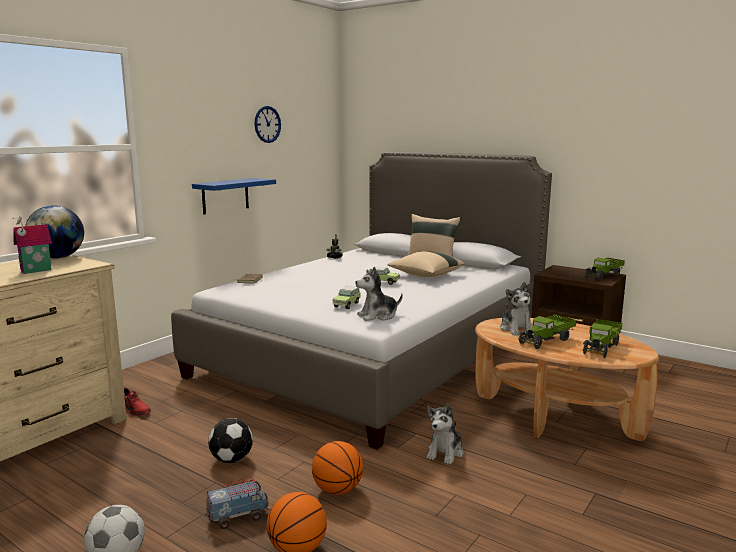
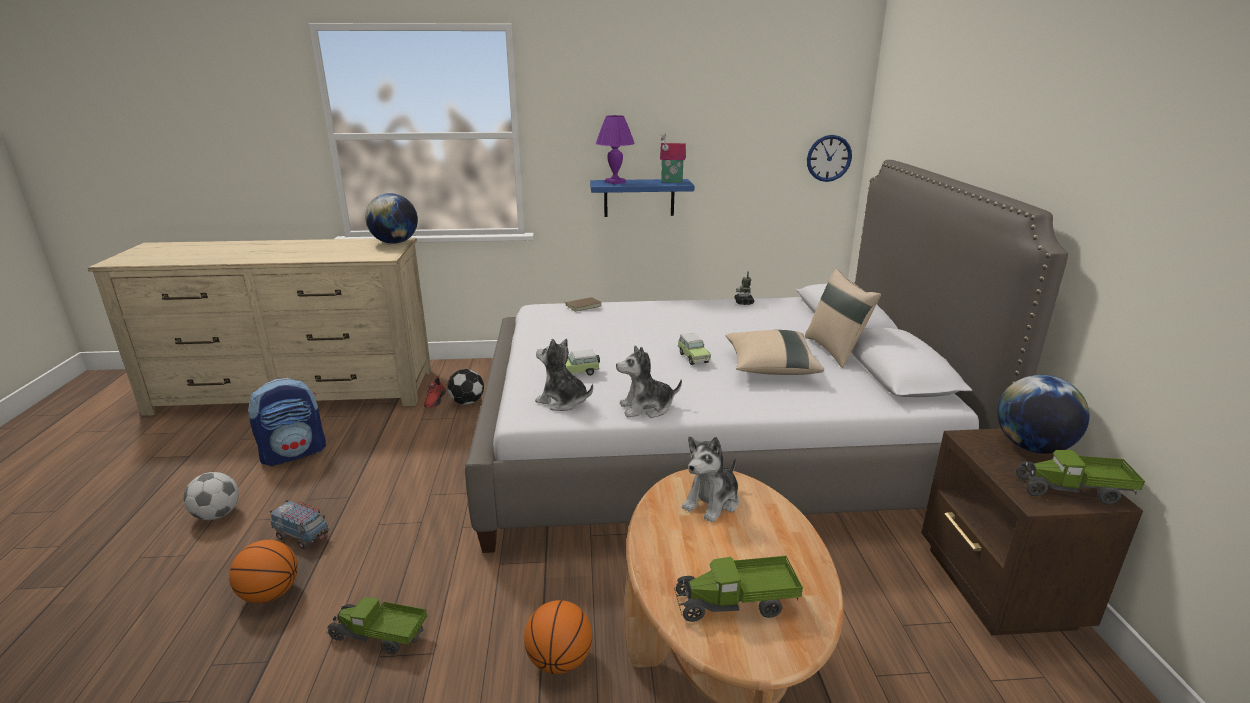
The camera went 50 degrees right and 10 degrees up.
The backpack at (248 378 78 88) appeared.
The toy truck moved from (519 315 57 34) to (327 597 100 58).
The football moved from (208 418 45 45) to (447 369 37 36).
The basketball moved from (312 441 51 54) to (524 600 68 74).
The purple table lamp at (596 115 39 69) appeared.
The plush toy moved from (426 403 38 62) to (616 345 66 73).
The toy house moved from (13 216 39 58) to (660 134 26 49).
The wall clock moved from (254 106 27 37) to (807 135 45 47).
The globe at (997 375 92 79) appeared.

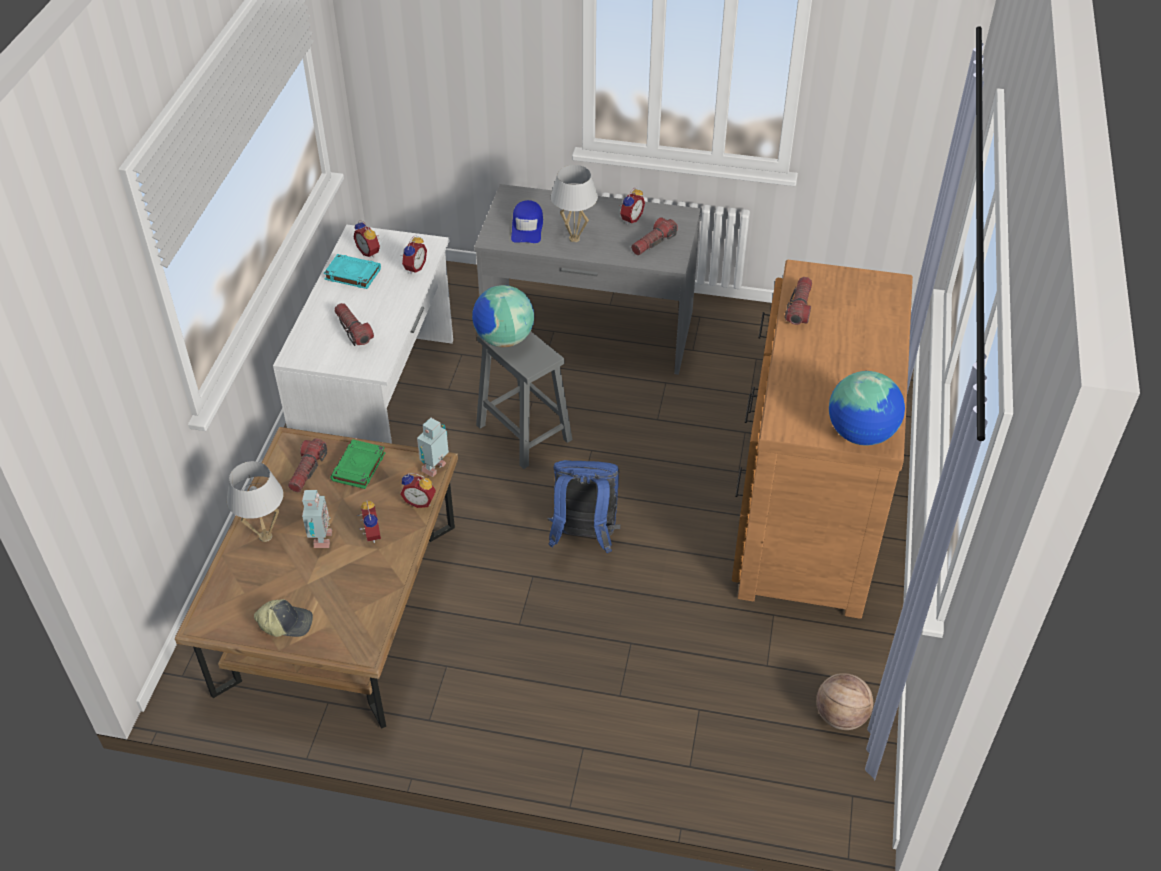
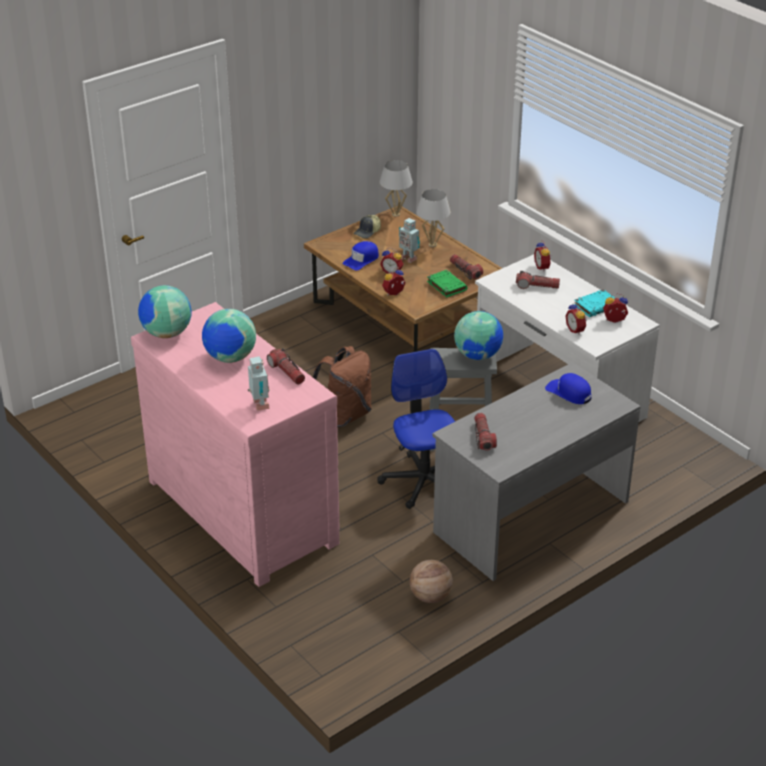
The camera went 130 degrees right and 10 degrees down.
The brown dresser at (732 259 181 360) became the pink dresser at (131 302 208 285).
The globe at (202 309 54 54) appeared.
The toy robot moved from (417 418 32 59) to (248 356 22 55).
The blue backpack at (547 460 74 93) became the brown backpack at (313 346 59 81).
The blue cap at (343 241 36 29) appeared.
The office chair at (377 349 78 160) appeared.
The white table lamp moved from (551 165 47 77) to (379 160 34 57).
The basketball moved from (816 673 57 57) to (410 560 43 43).
The alarm clock moved from (620 187 25 38) to (534 240 18 32).

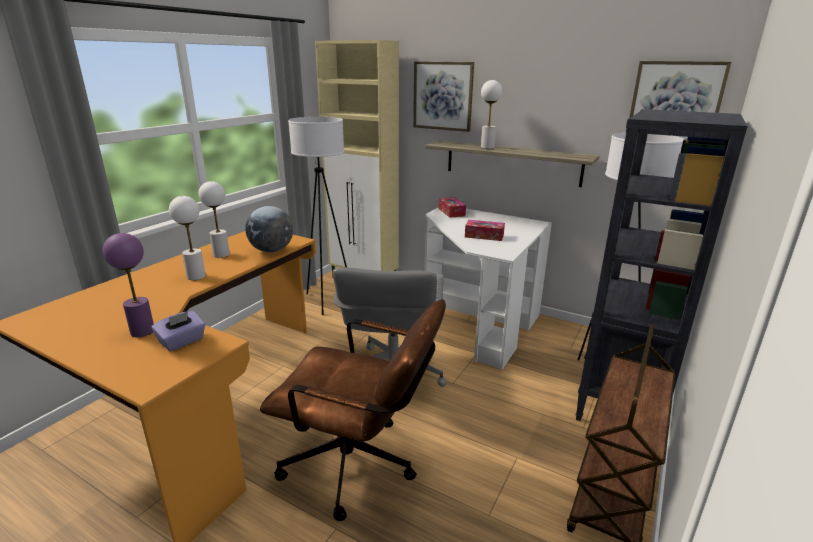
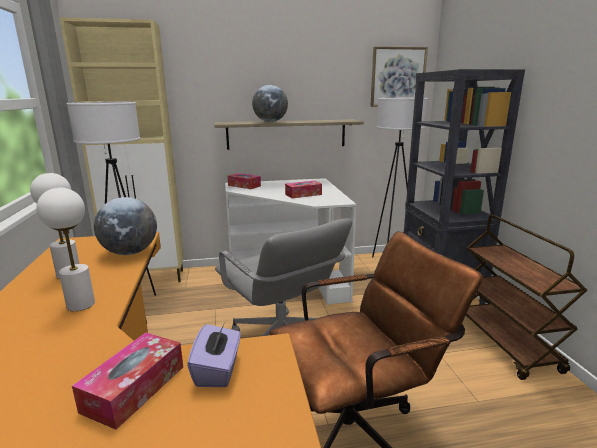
The camera went 40 degrees left and 5 degrees down.
The purple table lamp at (103 233 51 104) was replaced by the tissue box at (72 333 111 97).
The white table lamp at (481 80 21 69) was replaced by the globe at (252 85 36 37).
The picture at (413 61 61 71) disappeared.

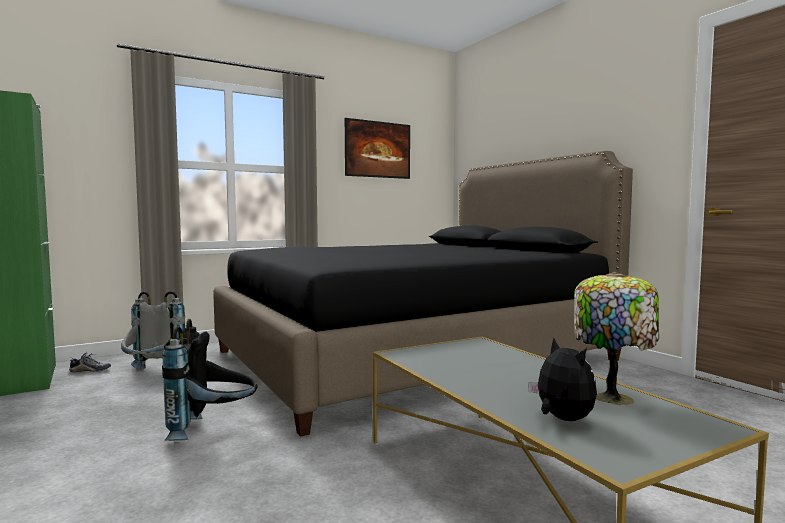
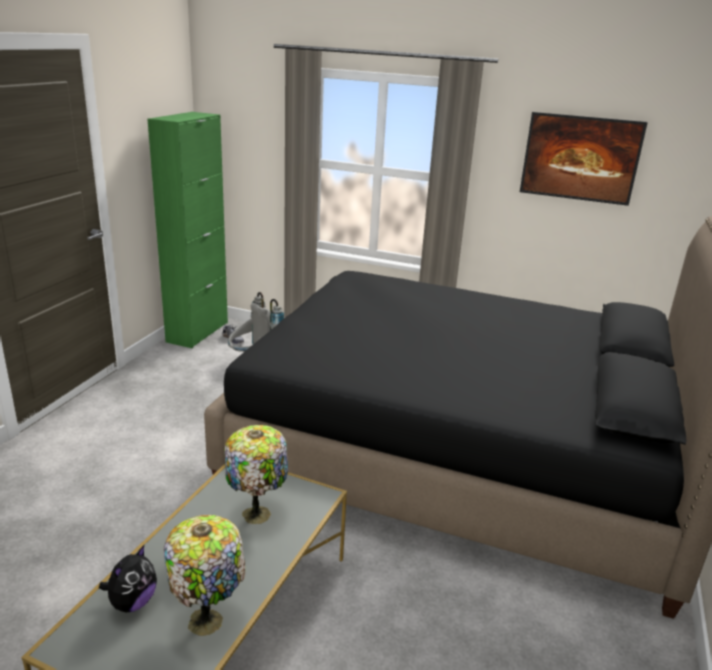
The camera went 50 degrees right and 20 degrees up.
The table lamp at (225 425 63 99) appeared.
The black backpack at (162 319 96 122) disappeared.

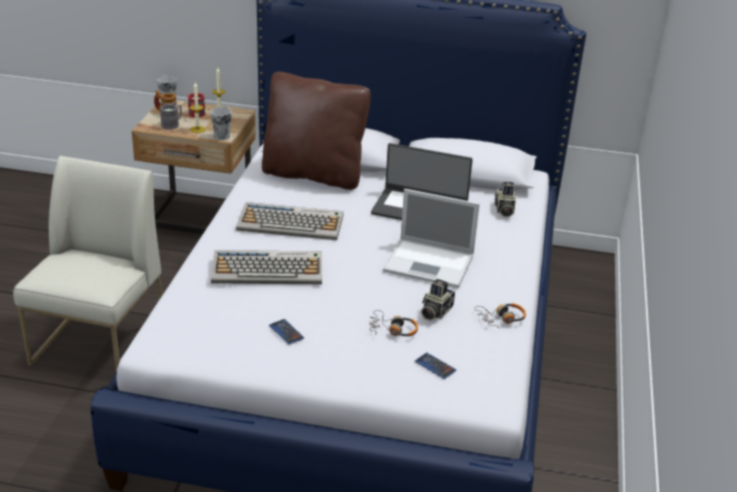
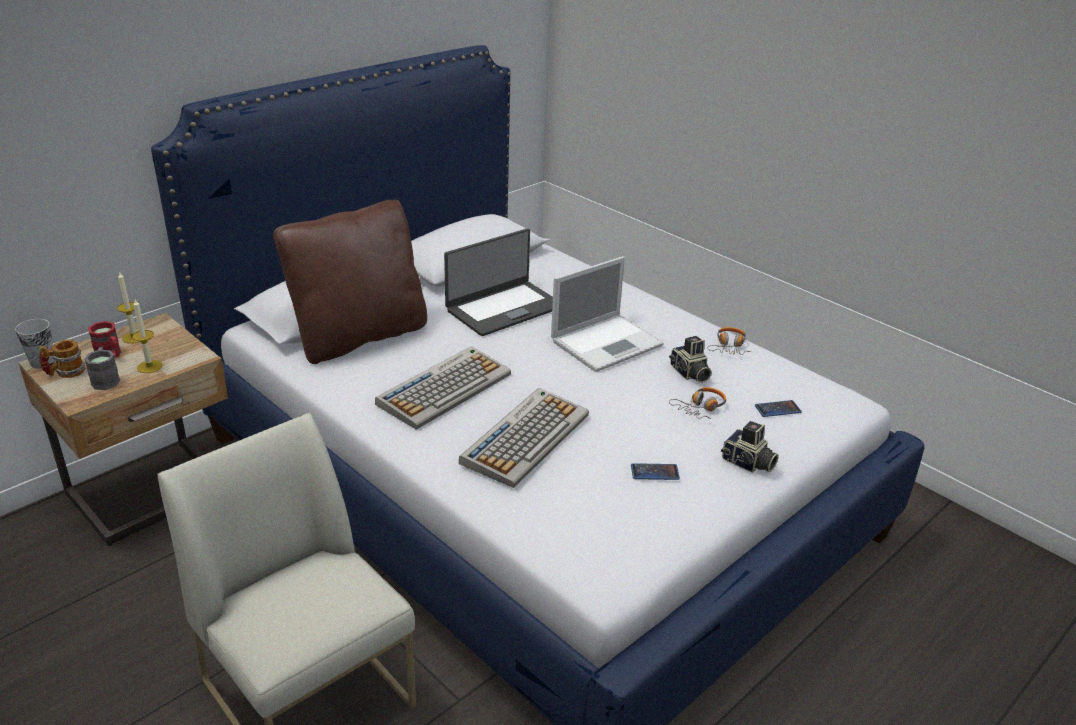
The camera went 55 degrees left and 0 degrees up.
The photo camera moved from (495 182 21 35) to (721 421 58 52).
The cup at (211 107 21 33) disappeared.

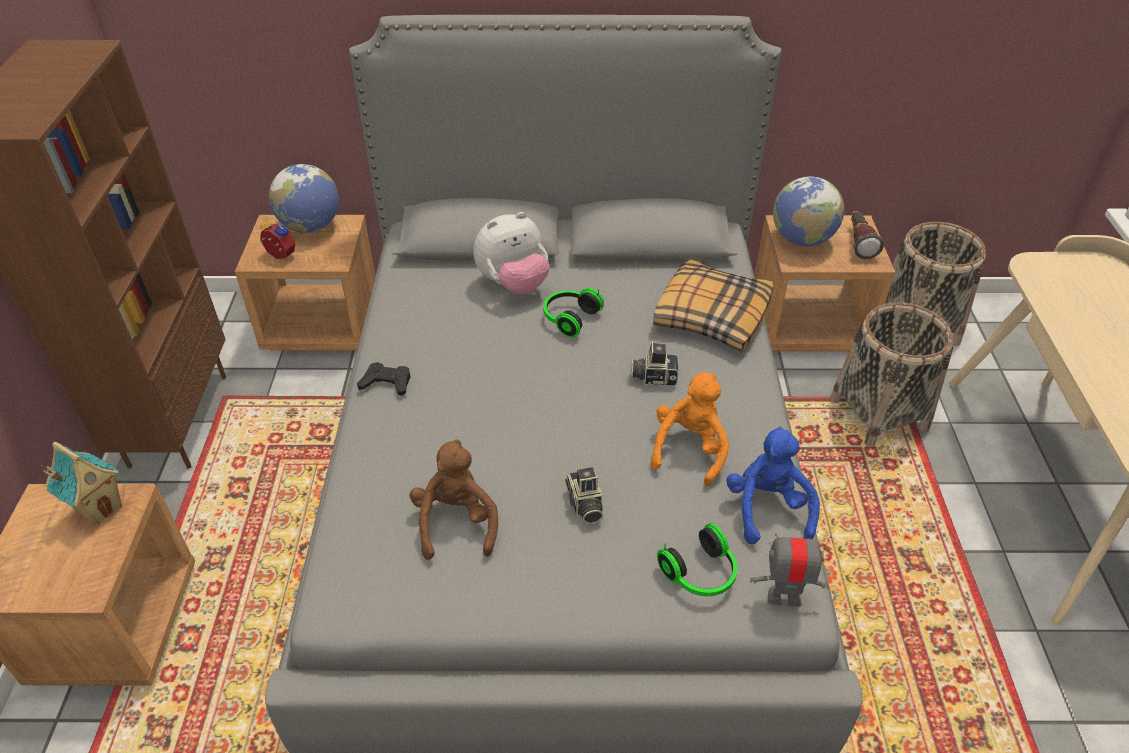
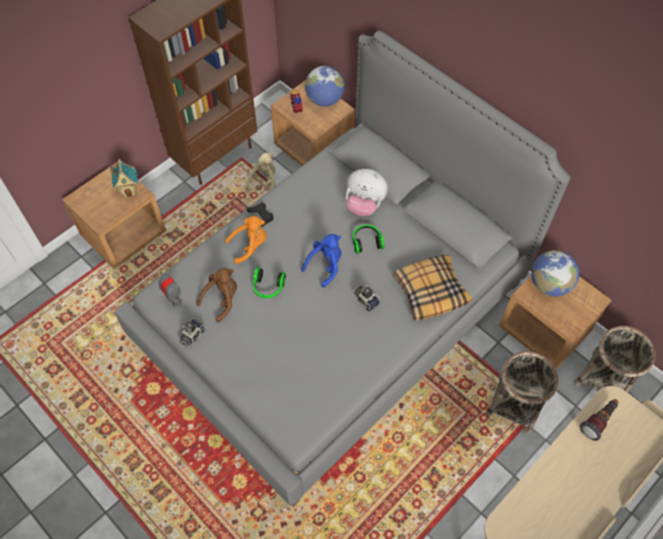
The camera went 45 degrees right and 15 degrees up.
The toy robot moved from (750 533 82 74) to (158 270 24 38).
The photo camera moved from (565 467 38 57) to (179 319 26 28).
The orange plush toy moved from (651 372 78 114) to (225 216 42 48).
The beige plush toy at (246 153 30 41) appeared.
The headphones moved from (657 523 80 73) to (253 265 33 33).
The blue plush toy moved from (727 426 93 118) to (301 234 40 53).
The flashlight moved from (851 211 33 48) to (580 399 39 42).

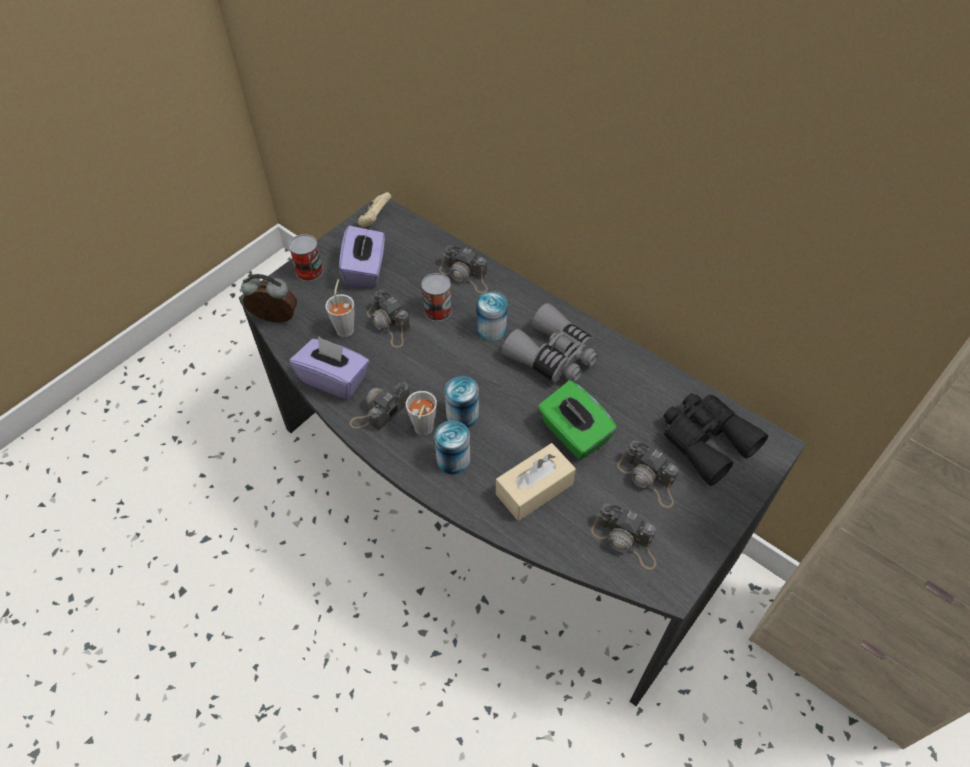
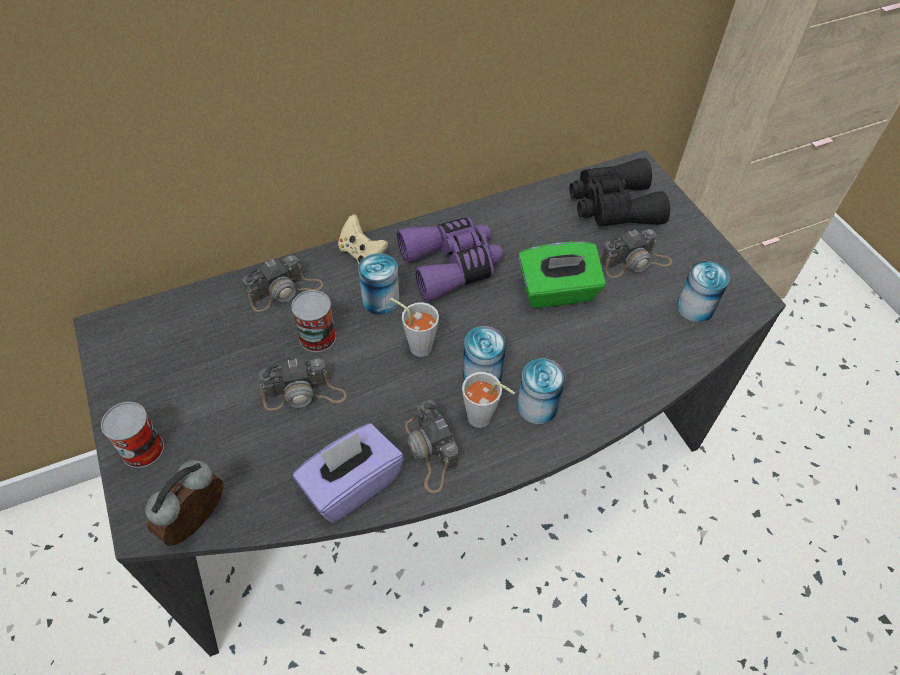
The camera went 65 degrees left and 0 degrees up.
The beige game controller moved from (357 192 34 35) to (338 214 50 52).
The grey cup moved from (325 279 29 58) to (390 298 49 59).
The grey binoculars at (502 303 96 80) became the purple binoculars at (397 217 106 85).
The photo camera at (591 504 66 66) was replaced by the can at (677 261 53 61).
The purple tissue box at (339 226 46 61) disappeared.
The beige tissue box at (496 443 80 78) disappeared.

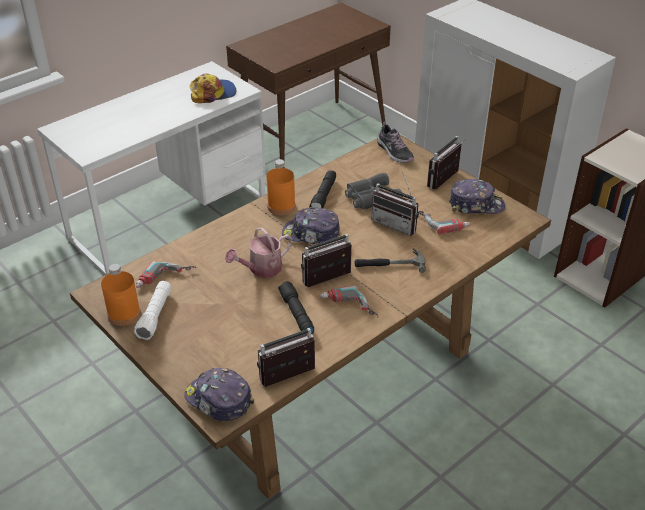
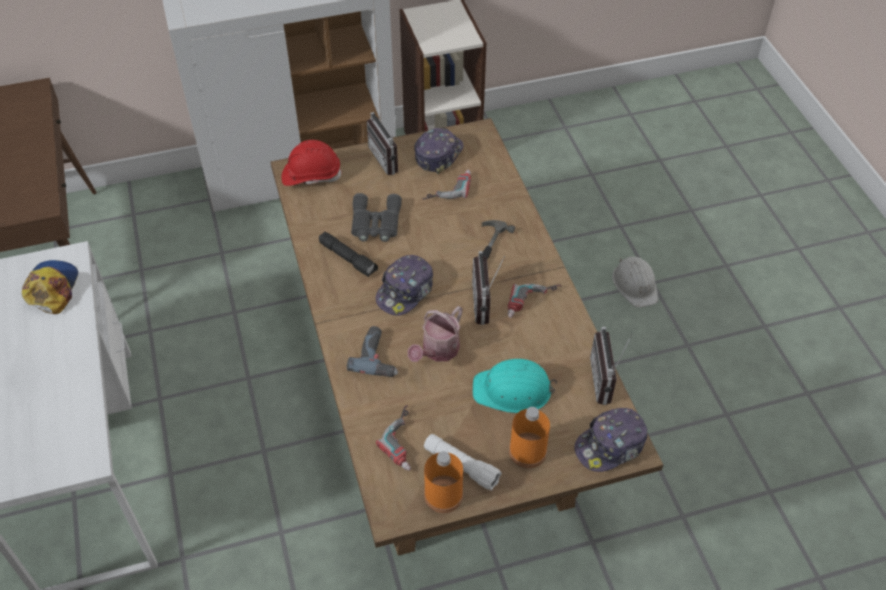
The camera went 65 degrees left and 10 degrees up.
The shoe at (377 122 37 41) was replaced by the red hard hat at (282 140 60 46).
The power drill at (347 326 51 51) appeared.
The watering can at (225 227 67 51) turned 45 degrees clockwise.
The turquoise hard hat at (473 359 85 54) appeared.
The orange bottle moved from (266 159 30 56) to (509 407 41 61).
The white hard hat at (612 257 46 51) appeared.
The black flashlight at (278 281 36 53) disappeared.
The radio at (372 170 47 66) disappeared.

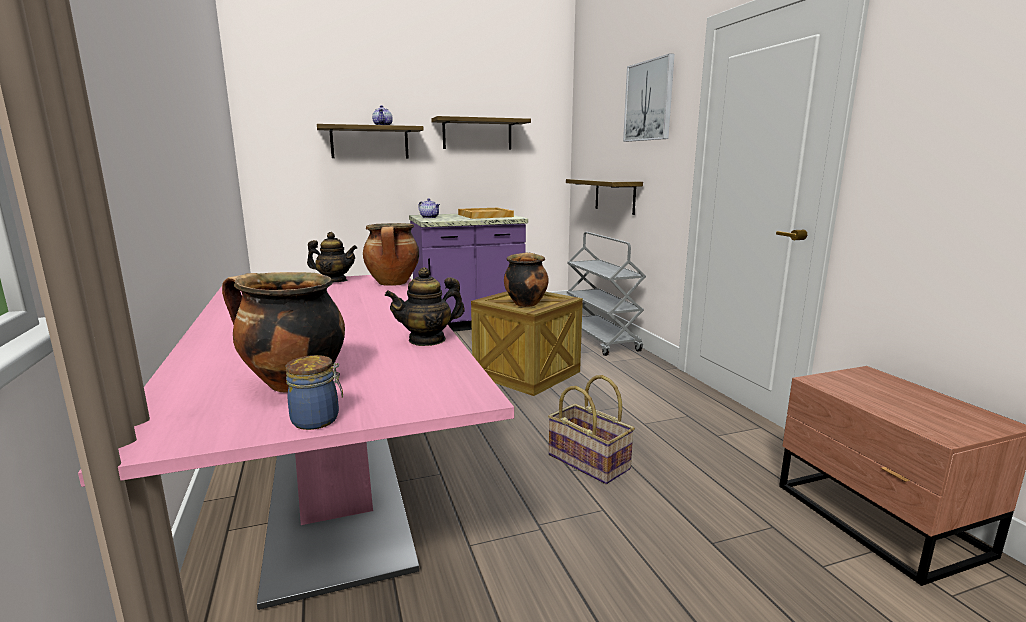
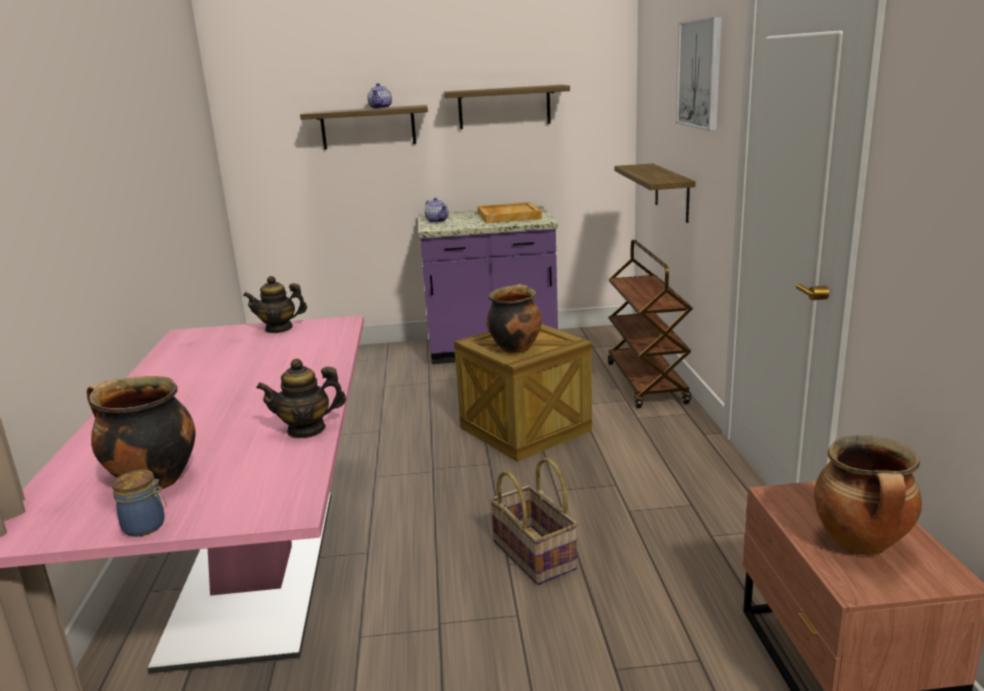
The camera went 15 degrees right and 5 degrees up.
The teapot at (307 232 50 50) turned 150 degrees clockwise.
The grey cart at (566 232 80 124) became the brown cart at (608 240 85 168).
The cooking pot moved from (363 223 56 63) to (814 435 108 120).

